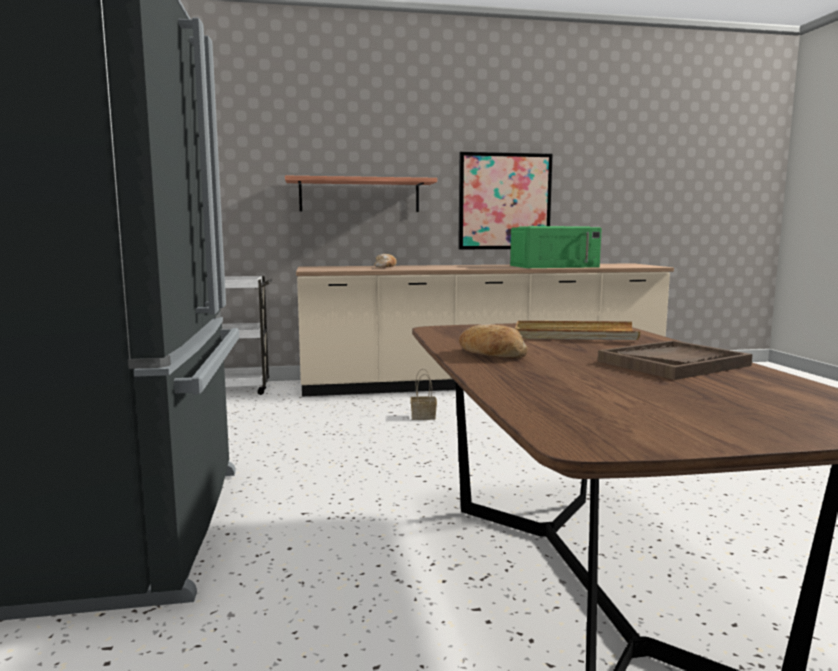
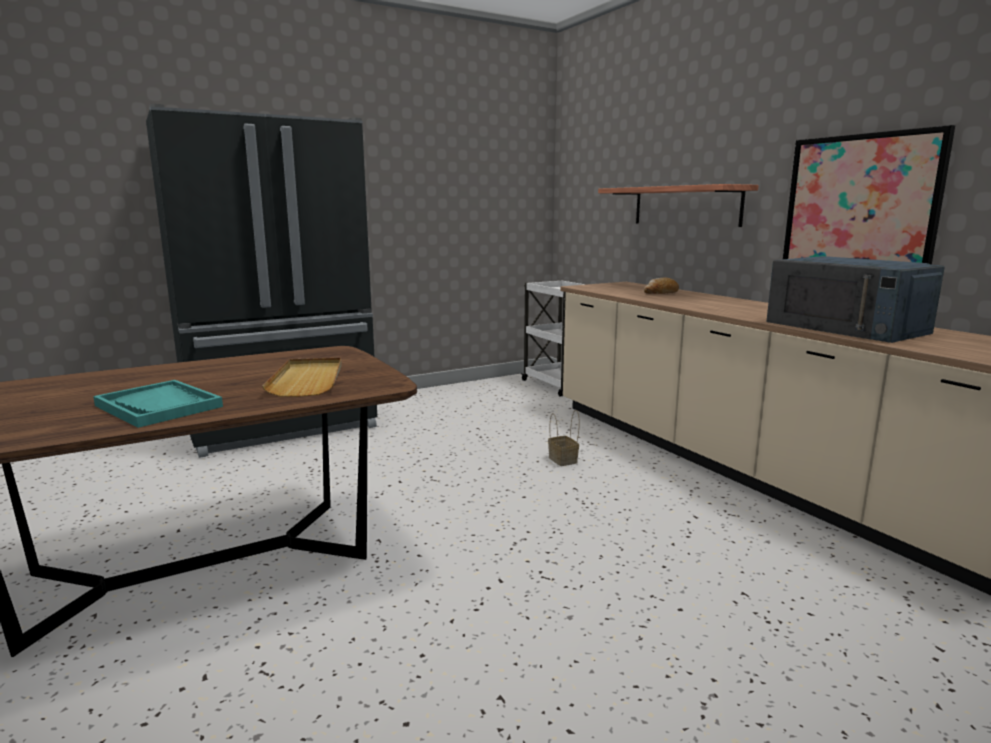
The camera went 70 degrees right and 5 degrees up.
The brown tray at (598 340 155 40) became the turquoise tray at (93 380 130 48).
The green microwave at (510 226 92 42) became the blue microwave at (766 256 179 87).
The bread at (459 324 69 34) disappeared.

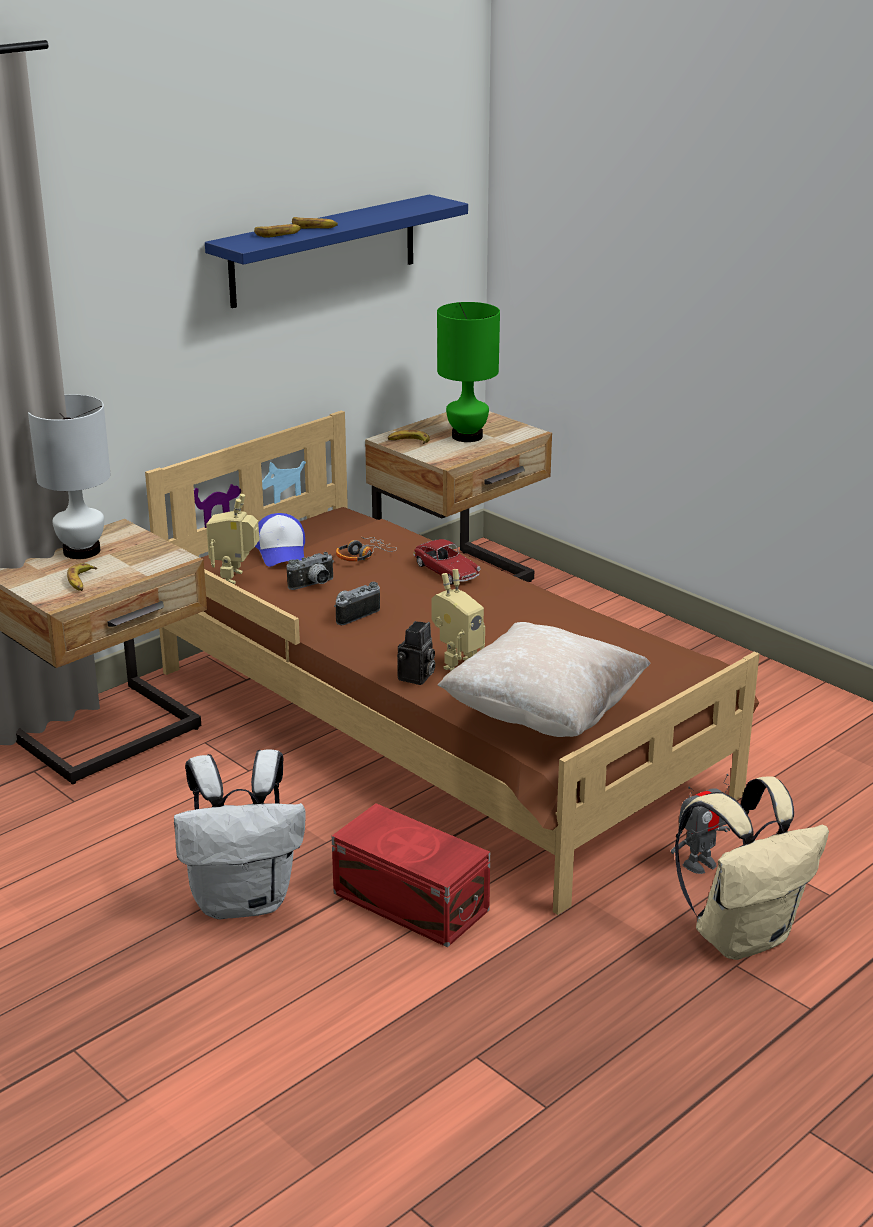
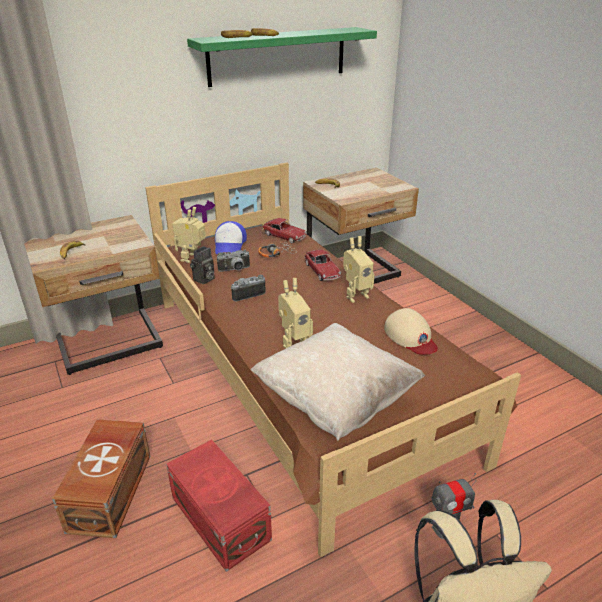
The camera went 15 degrees right and 5 degrees up.
The white backpack at (174 749 132 170) was replaced by the brown storage box at (52 419 98 119).
The blue shelf at (205 195 263 113) became the green shelf at (187 27 190 60).
The photo camera moved from (397 621 38 64) to (190 246 25 38).
The toy car at (263 218 43 25) appeared.
The toy robot at (343 236 32 67) appeared.
The beige cap at (384 308 54 47) appeared.
The white table lamp at (28 395 82 164) disappeared.
The green table lamp at (437 302 63 140) disappeared.

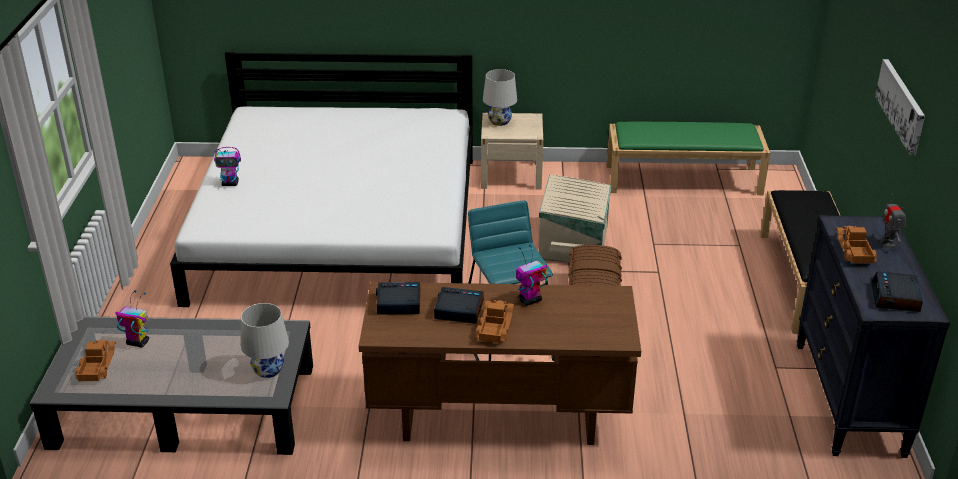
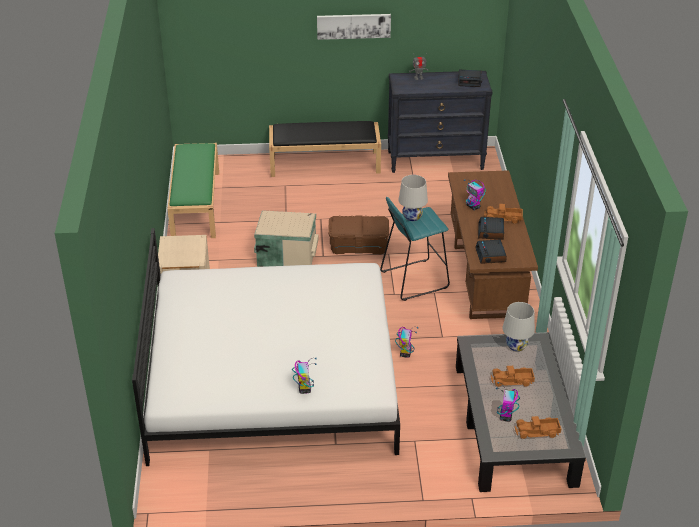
The camera went 95 degrees left and 5 degrees up.
The toy robot at (395 327 24 31) appeared.
The white table lamp moved from (483 69 34 57) to (399 175 29 46).
The toy truck moved from (835 226 41 37) to (491 366 44 21).

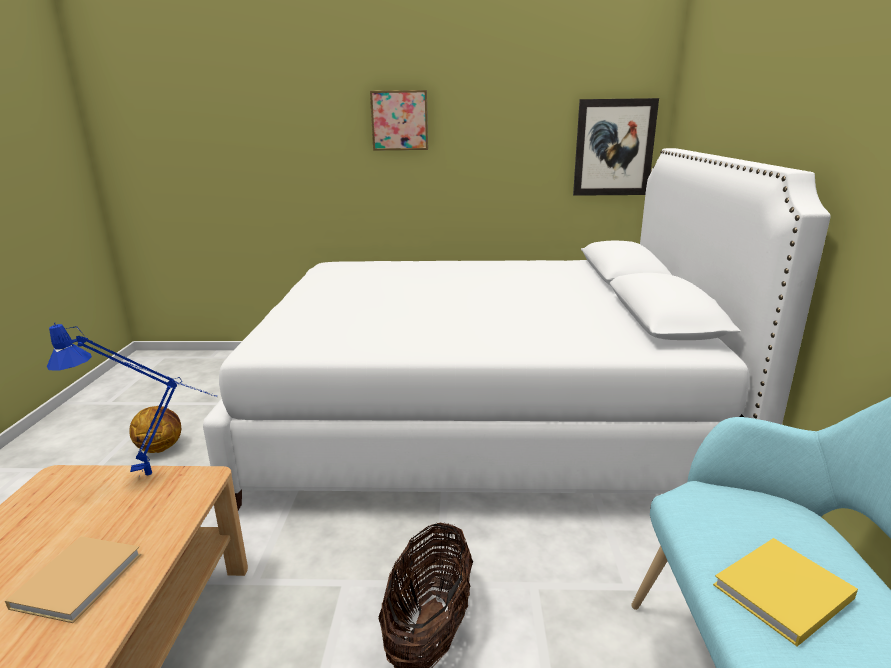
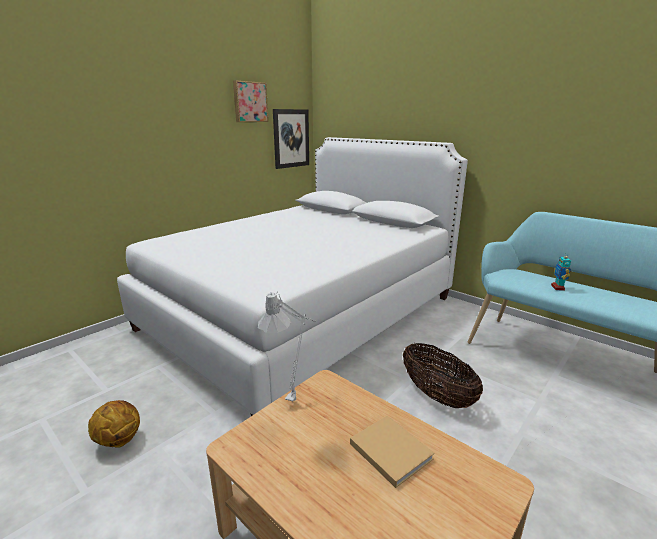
The camera went 50 degrees left and 0 degrees up.
The picture moved from (370 90 58 61) to (233 80 35 42).
The blue table lamp at (47 323 171 153) became the grey table lamp at (258 293 58 109).
The yellow book at (713 538 145 109) was replaced by the toy robot at (551 252 20 39).

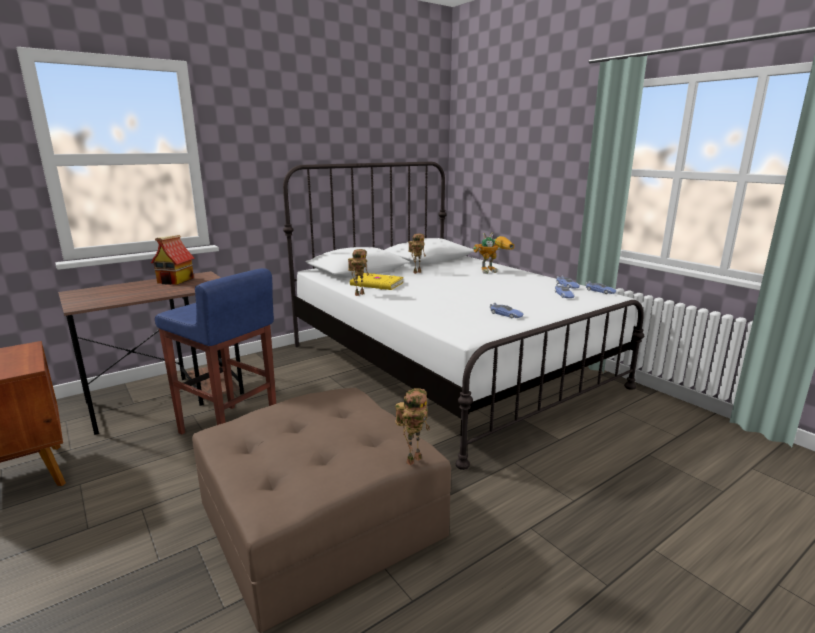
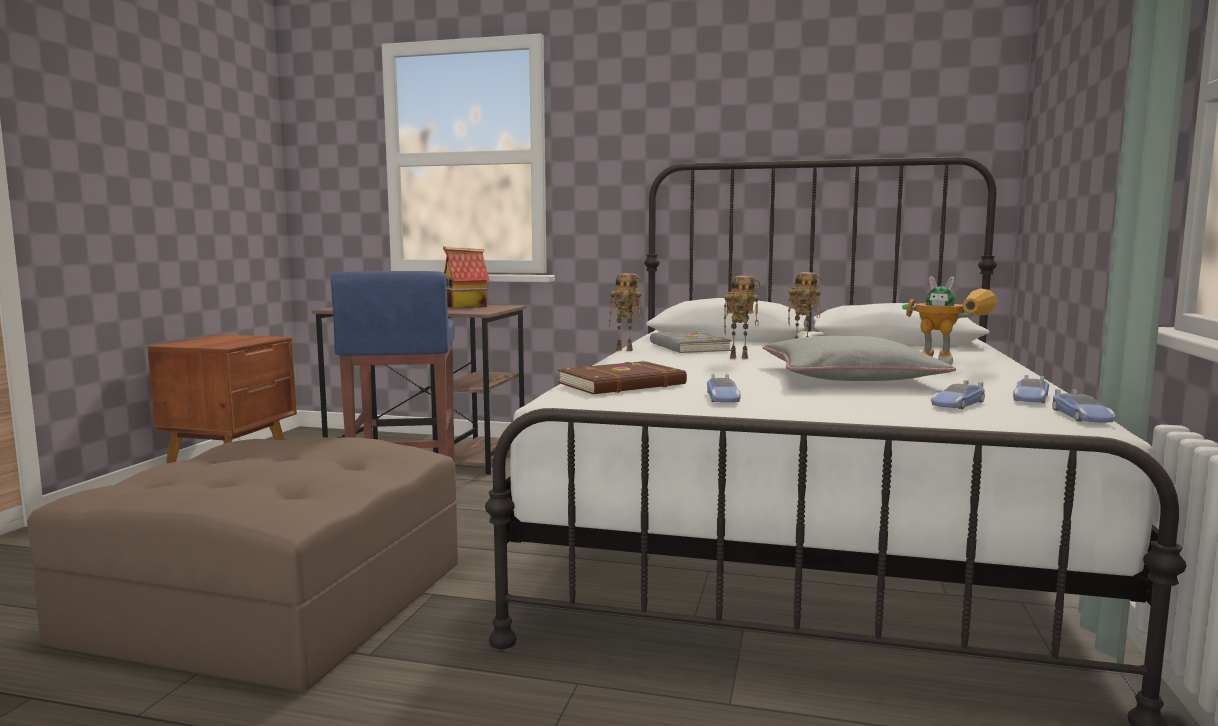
The camera went 50 degrees right and 10 degrees down.
The brown book at (558 361 129 33) appeared.
The yellow book at (350 273 54 17) became the grey book at (650 331 82 22).
The toy robot moved from (395 388 35 77) to (724 276 36 83).
The grey pillow at (763 336 193 45) appeared.

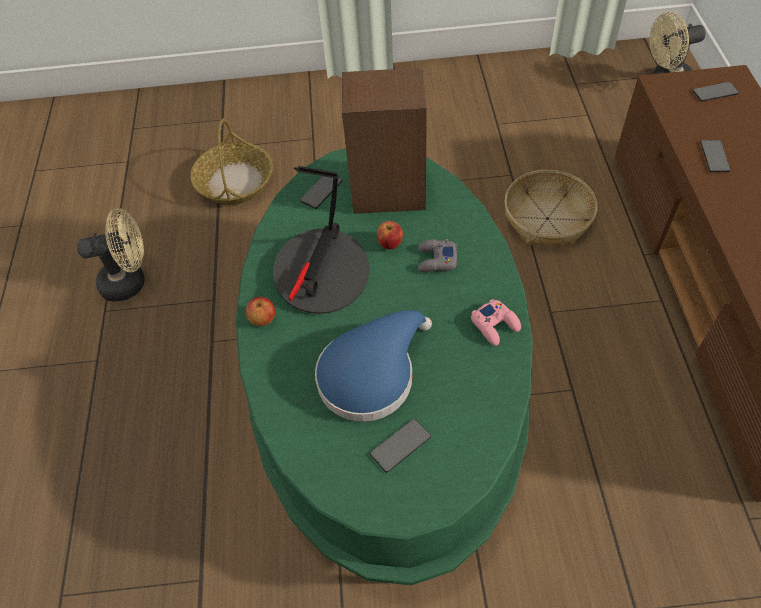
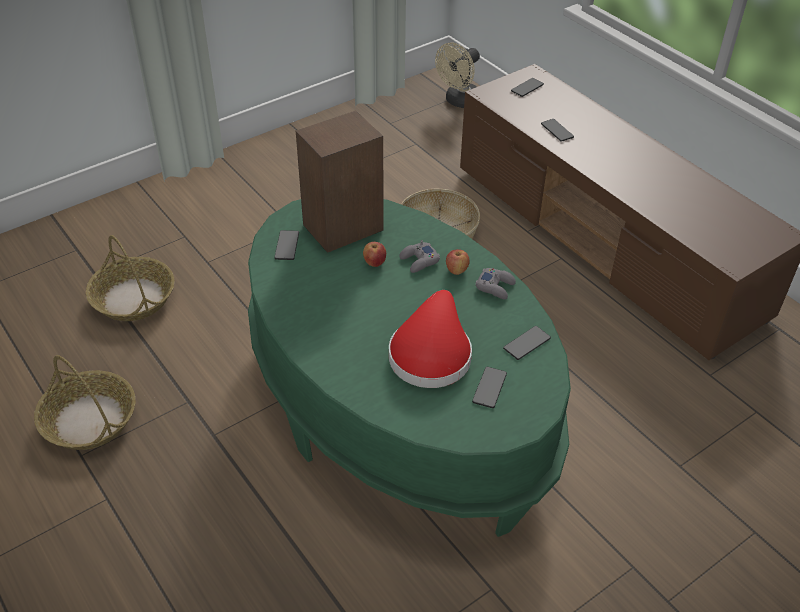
The camera went 35 degrees left and 10 degrees down.
The beige fan at (77 208 68 94) was replaced by the basket at (34 355 101 95).
The blue hat at (315 310 117 112) became the red hat at (389 290 83 98).
The apple moved from (246 297 29 29) to (446 249 24 26).
The pink game controller at (471 299 50 47) became the grey game controller at (475 268 41 32).
The phone at (503 326 48 34) appeared.
The table lamp at (273 166 96 148) disappeared.

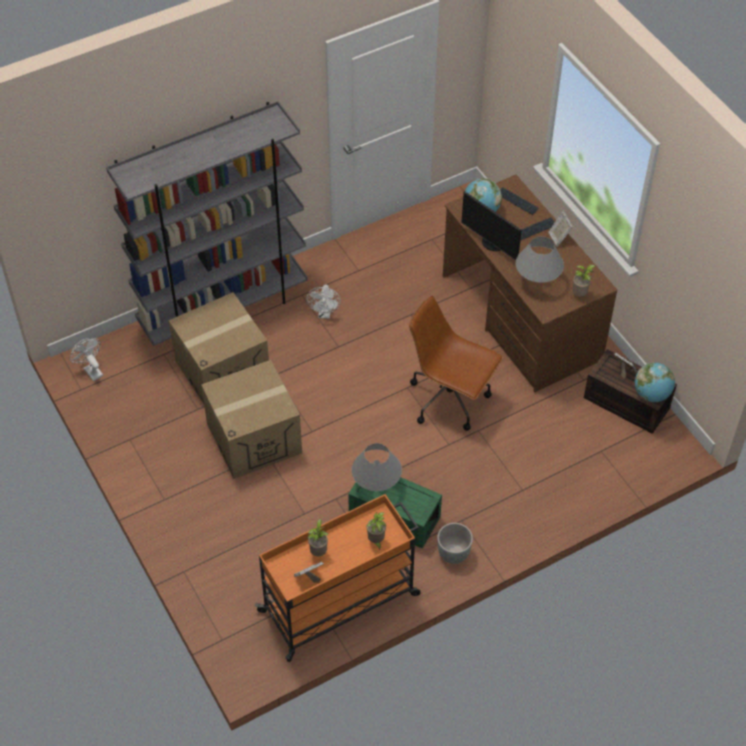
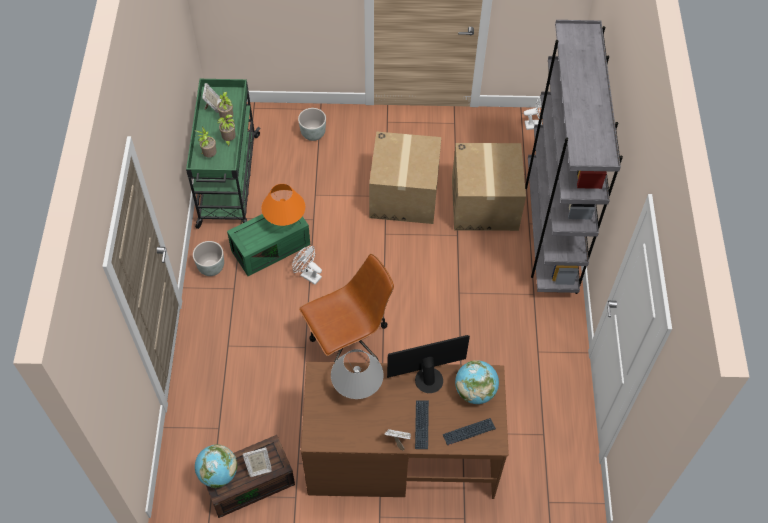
The camera went 120 degrees right and 5 degrees up.
The orange cart at (255 494 165 168) became the green cart at (186 79 75 150).
The potted plant moved from (573 265 22 31) to (217 114 19 33).
The grey table lamp at (352 443 50 48) became the orange table lamp at (261 184 44 42).
The white fan moved from (307 284 34 35) to (292 246 30 39).
The grey planter at (298 108 28 33) appeared.

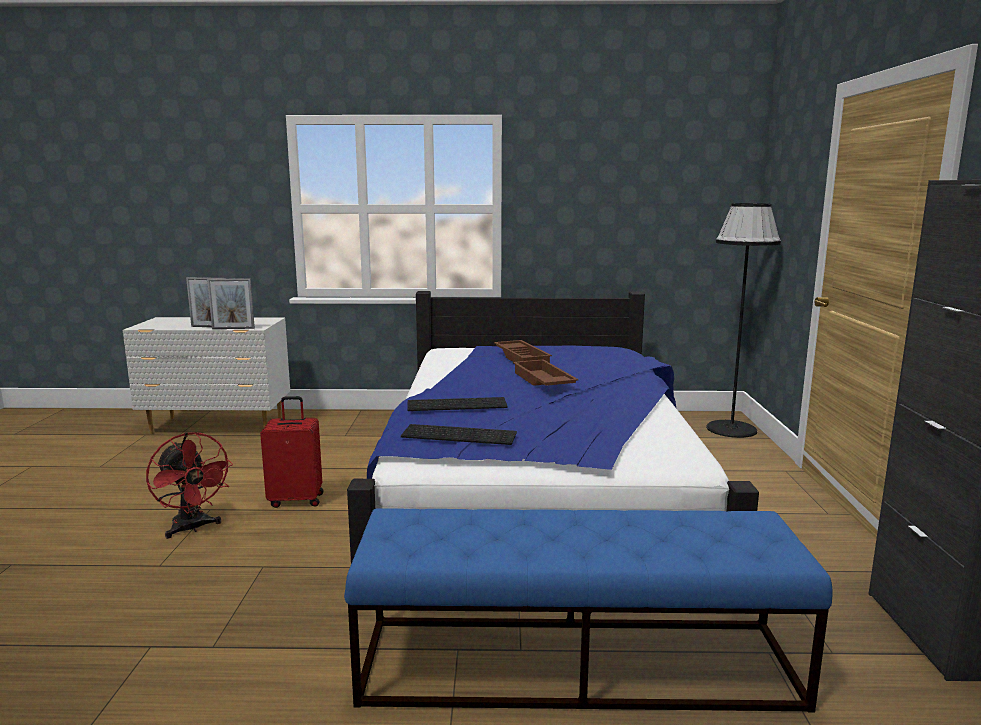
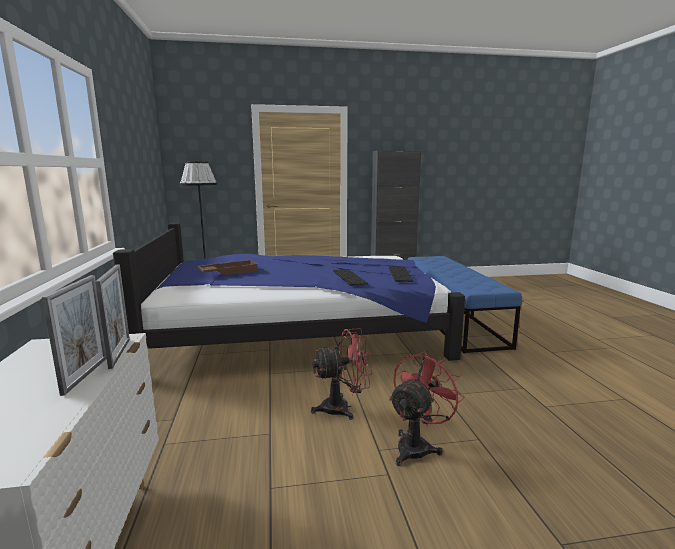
The camera went 100 degrees left and 0 degrees up.
The red suitcase at (260 396 63 112) was replaced by the red fan at (311 328 62 92).
The brown tray at (513 359 66 27) disappeared.

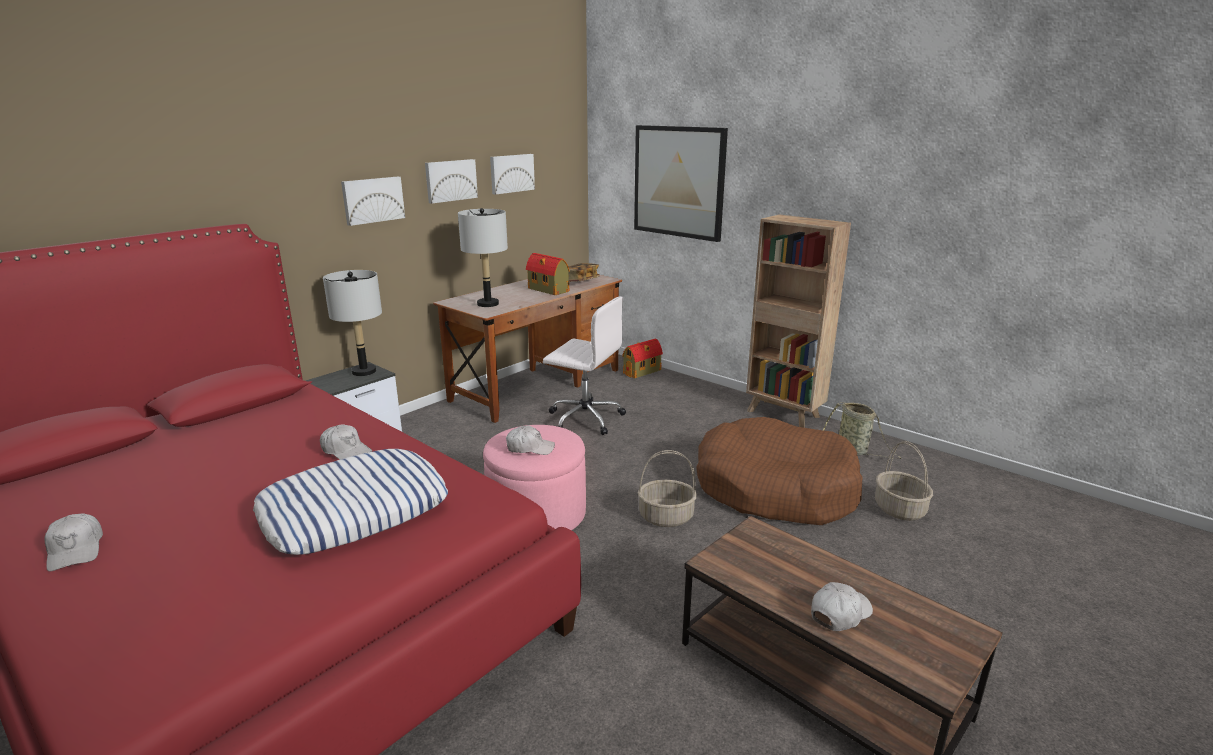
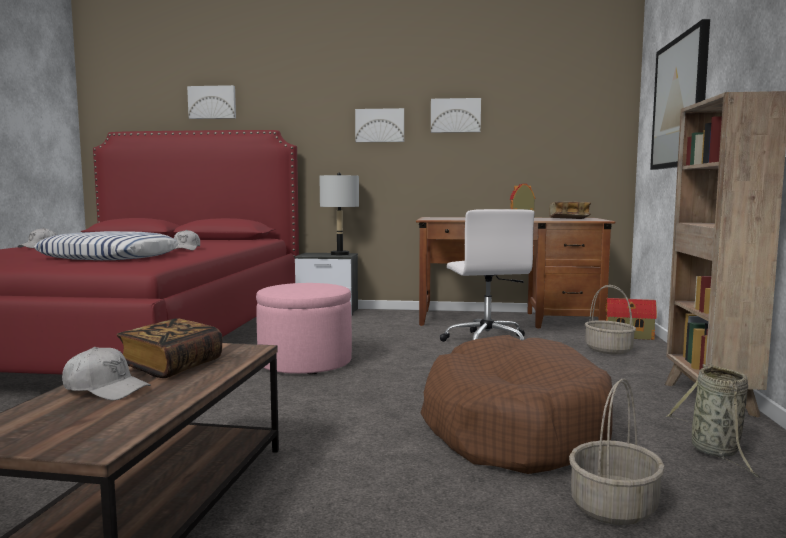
The camera went 55 degrees right and 15 degrees down.
The book at (117 319 105 59) appeared.
The picture moved from (490 154 45 41) to (187 85 49 34).
The basket moved from (638 450 59 77) to (585 285 51 70).
The grey table lamp at (458 208 50 99) disappeared.
The white cap at (506 425 49 30) disappeared.

